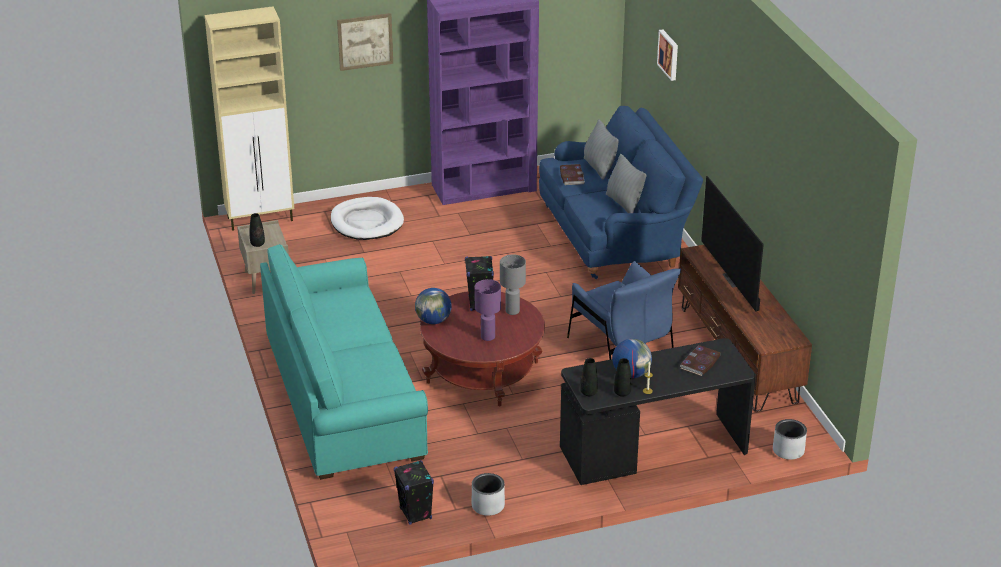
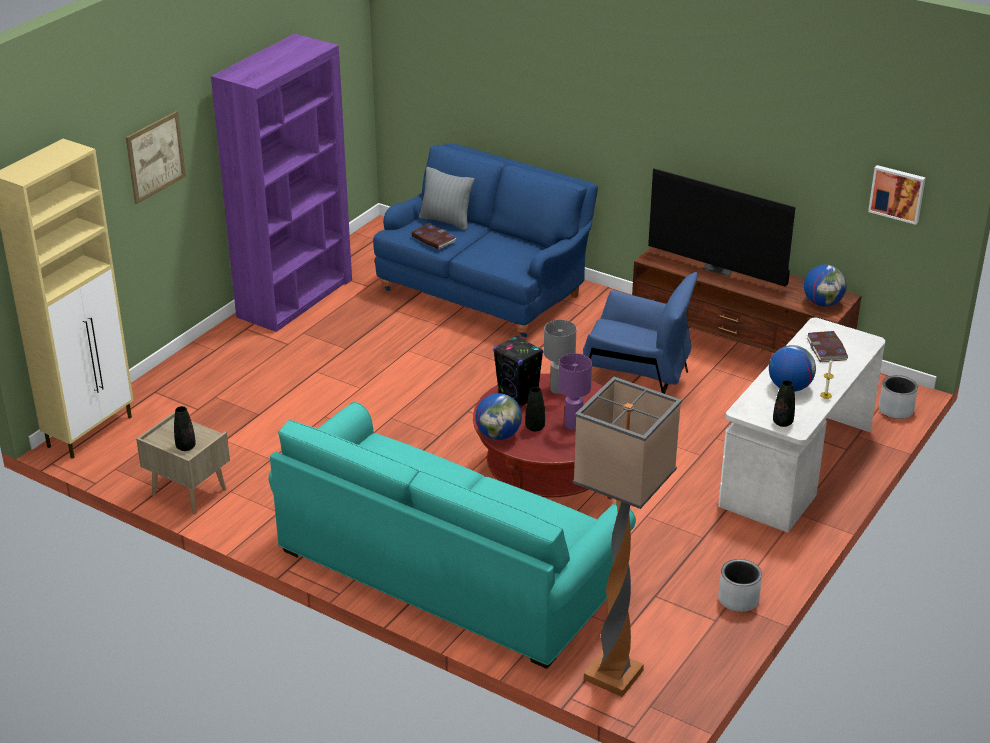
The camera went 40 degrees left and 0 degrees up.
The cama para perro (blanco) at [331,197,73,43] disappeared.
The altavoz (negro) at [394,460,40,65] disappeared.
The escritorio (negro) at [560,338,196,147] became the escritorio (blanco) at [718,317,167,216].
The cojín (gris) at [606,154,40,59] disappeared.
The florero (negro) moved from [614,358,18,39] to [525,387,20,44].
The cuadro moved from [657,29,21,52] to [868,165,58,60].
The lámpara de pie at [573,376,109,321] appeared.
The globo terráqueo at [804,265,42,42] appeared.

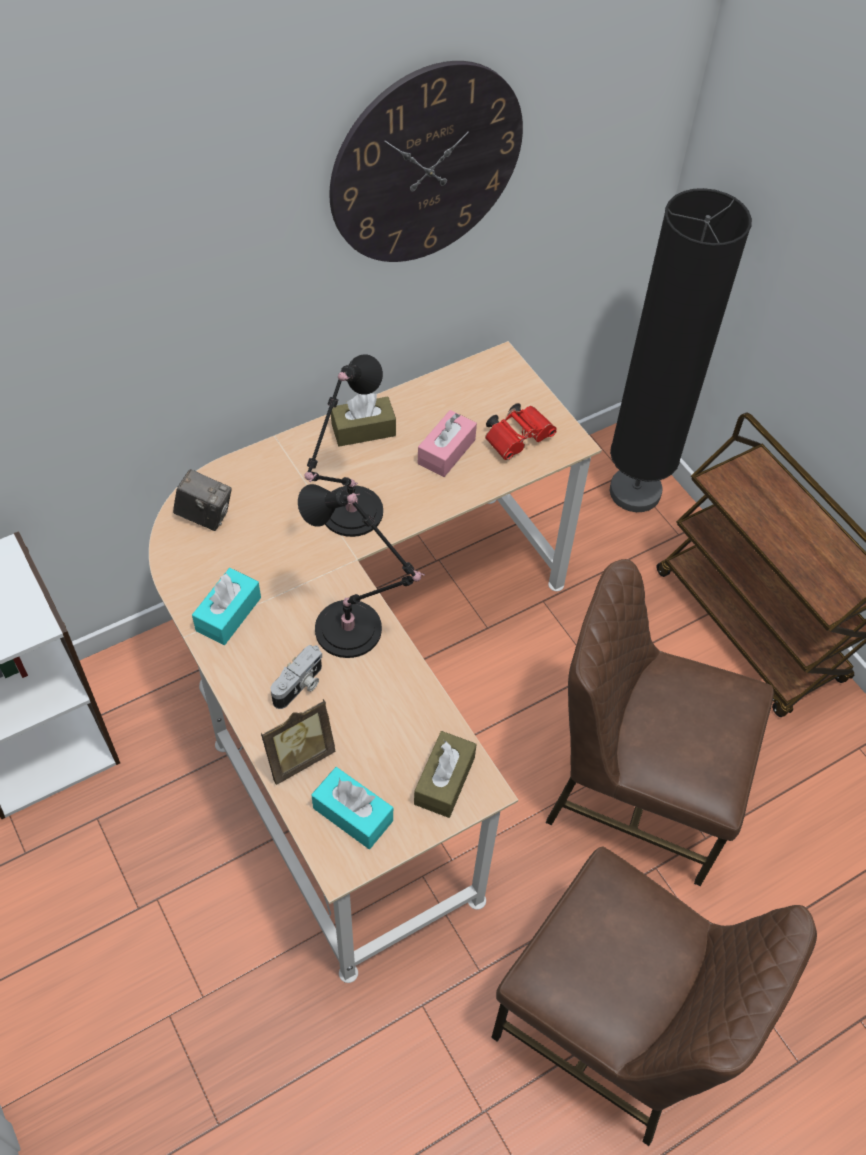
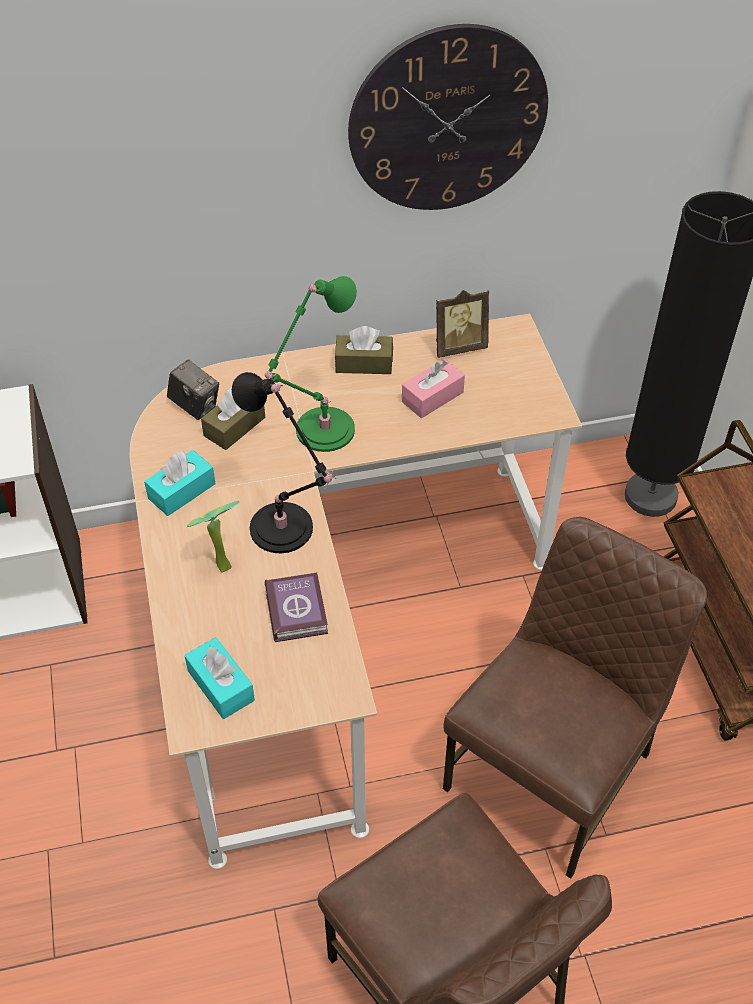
The camera went 20 degrees right and 5 degrees down.
The portarretratos moved from [261,699,74,86] to [436,290,53,68].
The cámara at [271,645,51,64] was replaced by the planta en maceta at [187,501,52,72].
The lámpara de mesa (negro) at [304,354,79,183] became the lámpara de mesa (verde) at [265,276,92,176].
The caja de pañuelos (marrón) moved from [414,731,63,87] to [201,388,64,62].
The prismáticos (rojo) at [485,403,72,57] disappeared.
The silla (marrón) at [546,559,228,327] turned 90 degrees clockwise.
The libro at [265,573,63,69] appeared.

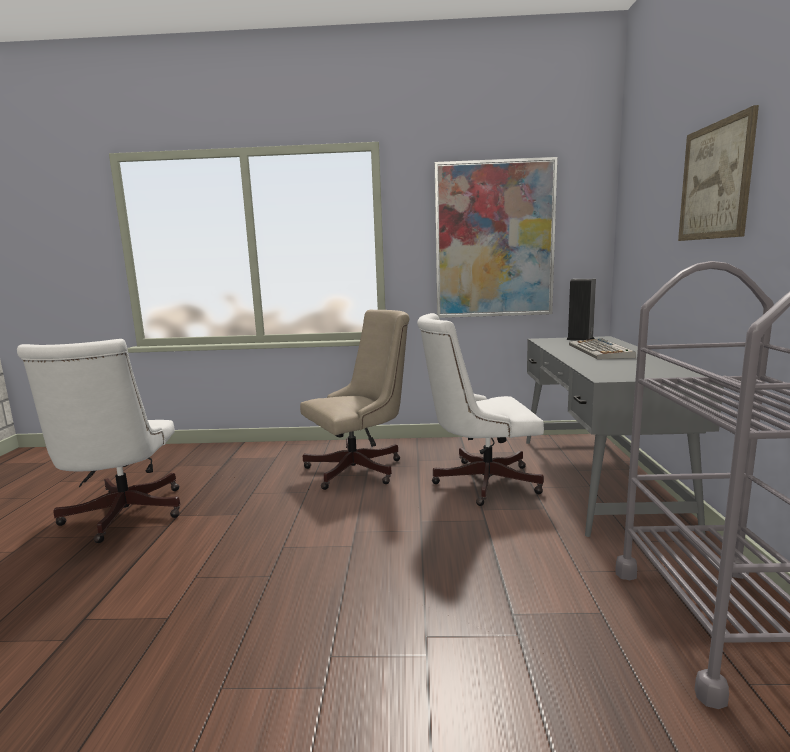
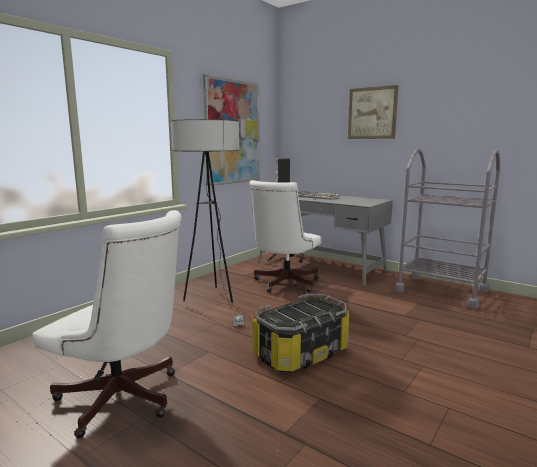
The camera went 55 degrees left and 0 degrees up.
The silla de oficina (beis) at [300,310,110,180] was replaced by the lámpara de pie at [171,119,74,207].
The caja de almacenaje at [253,293,96,80] appeared.

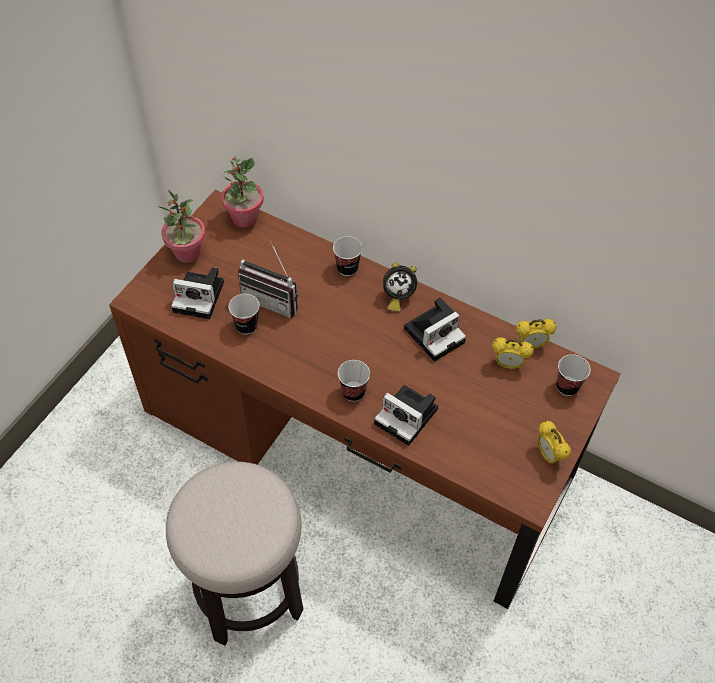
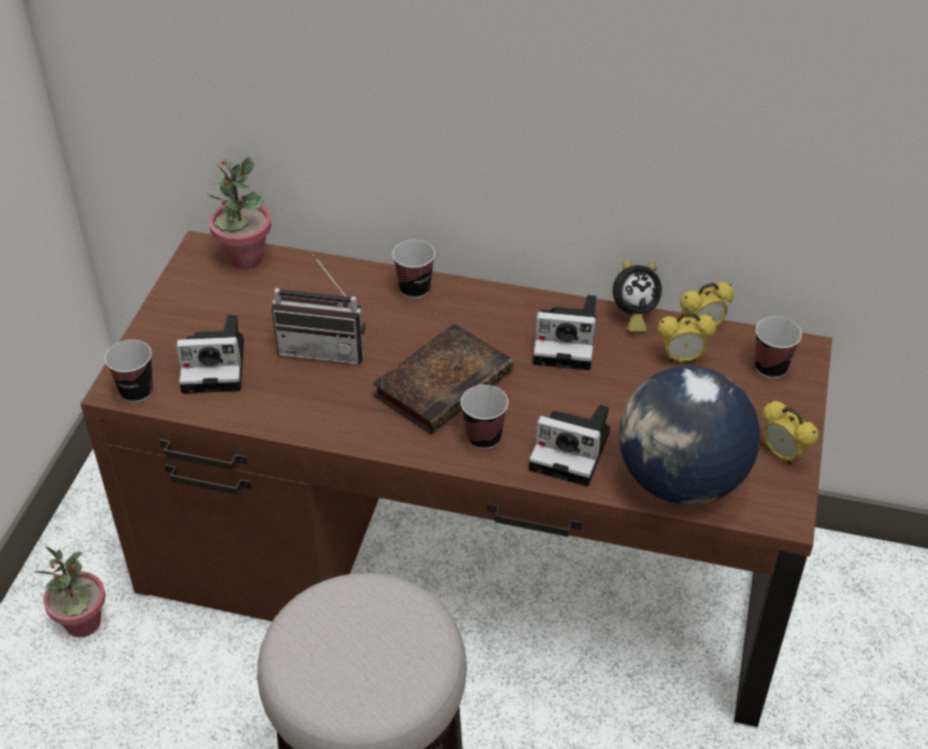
The camera went 15 degrees left and 10 degrees down.
The planta en maceta moved from [157,190,48,73] to [35,546,71,91].
The taza moved from [228,294,32,40] to [105,340,48,62].
The despertador moved from [383,262,34,50] to [613,261,49,71].
The cámara at [404,297,62,64] turned 60 degrees clockwise.
The libro at [373,324,140,110] appeared.
The globo terráqueo at [619,366,141,139] appeared.

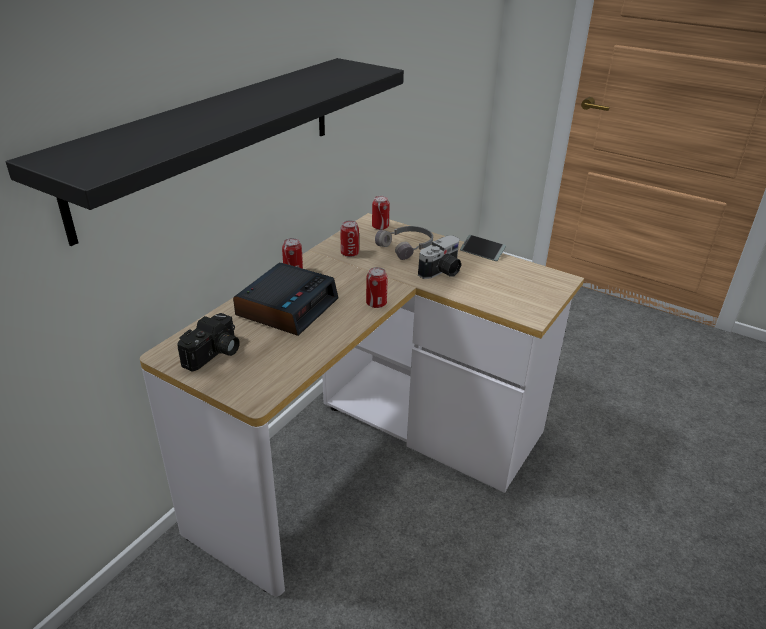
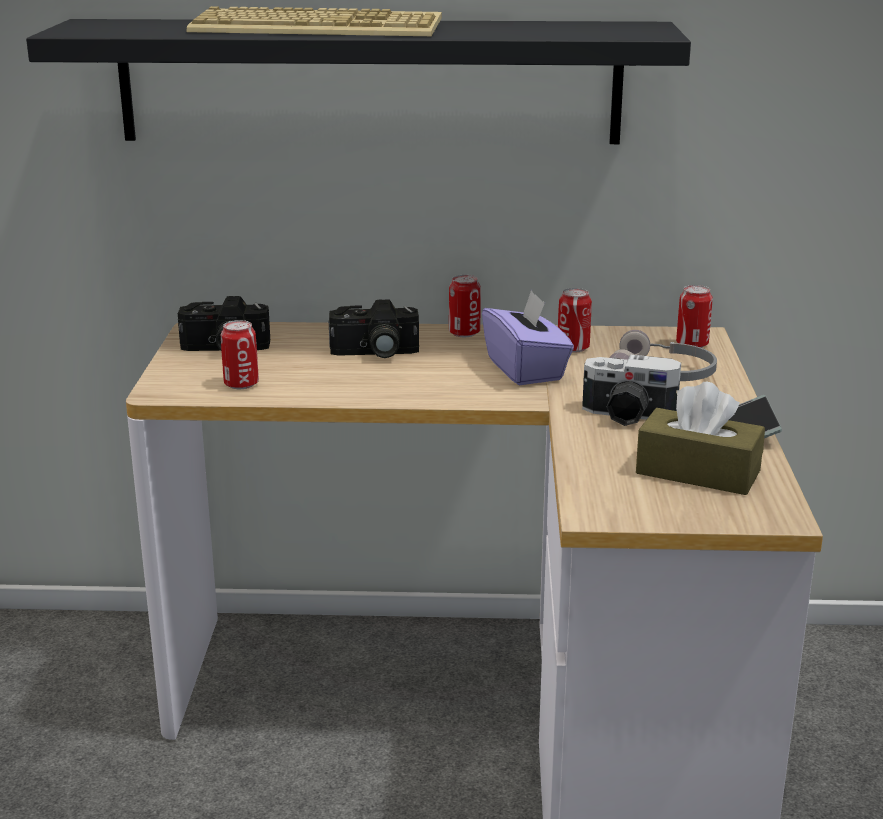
The camera went 60 degrees right and 10 degrees down.
The despertador at [233,263,105,73] was replaced by the cámara at [329,299,90,59].
The lata moved from [366,267,21,41] to [221,320,38,69].
The teclado at [187,6,255,30] appeared.
The caja de pañuelos (morado) at [482,290,92,95] appeared.
The caja de pañuelos (marrón) at [636,382,129,113] appeared.

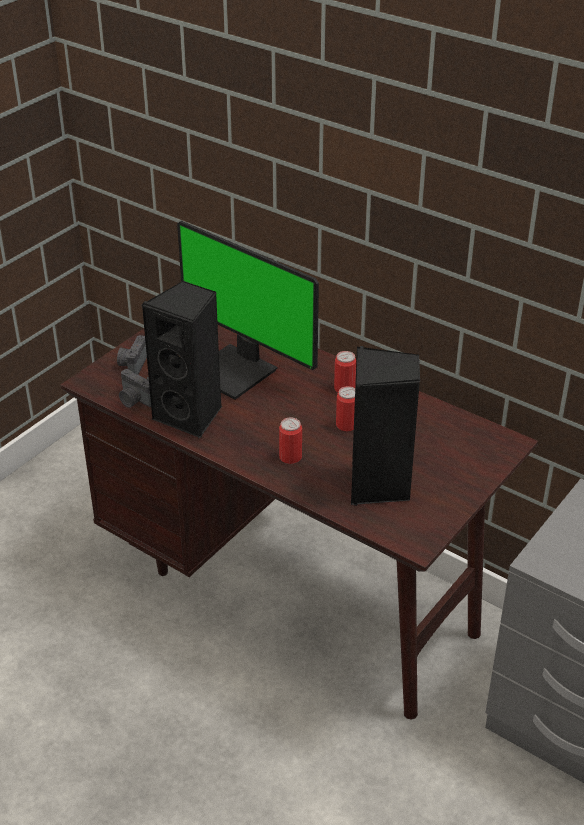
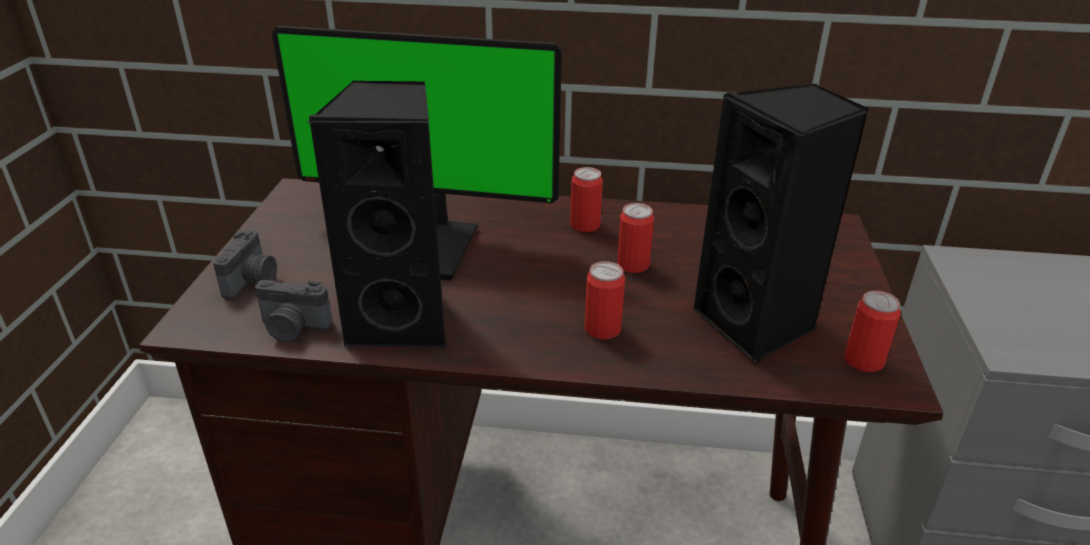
The camera went 30 degrees left and 5 degrees down.
The cámara at [117,335,30,39] turned 150 degrees counterclockwise.
The lata at [844,291,56,81] appeared.

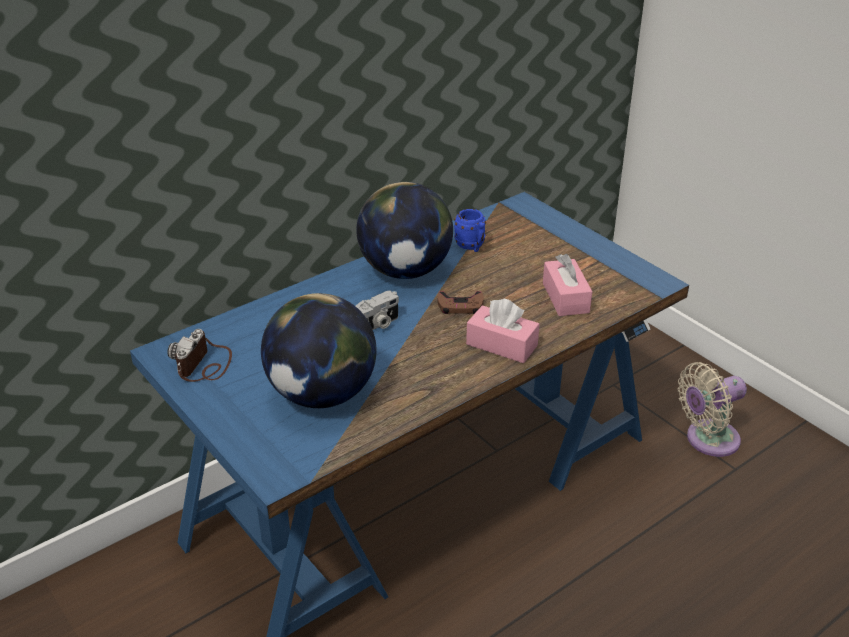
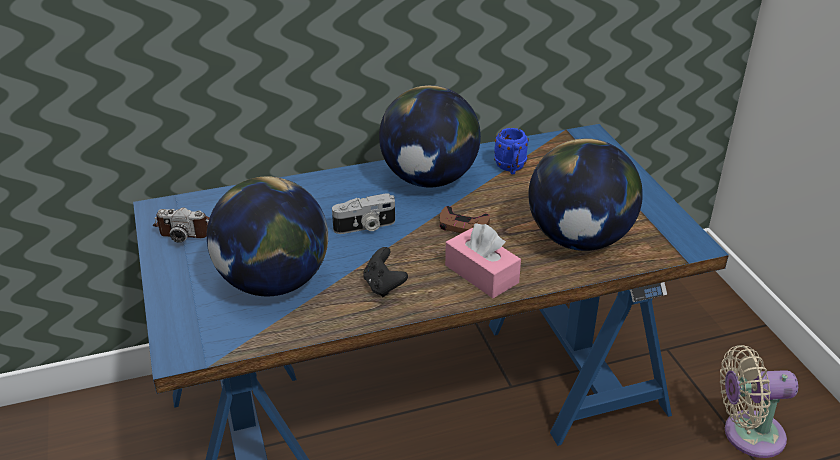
The camera went 20 degrees right and 0 degrees up.
The cámara at [167,329,65,53] turned 120 degrees counterclockwise.
The caja de pañuelos (rosa) at [543,254,49,62] was replaced by the globo terráqueo at [528,138,115,113].
The mando de consola (negro) at [363,247,45,50] appeared.

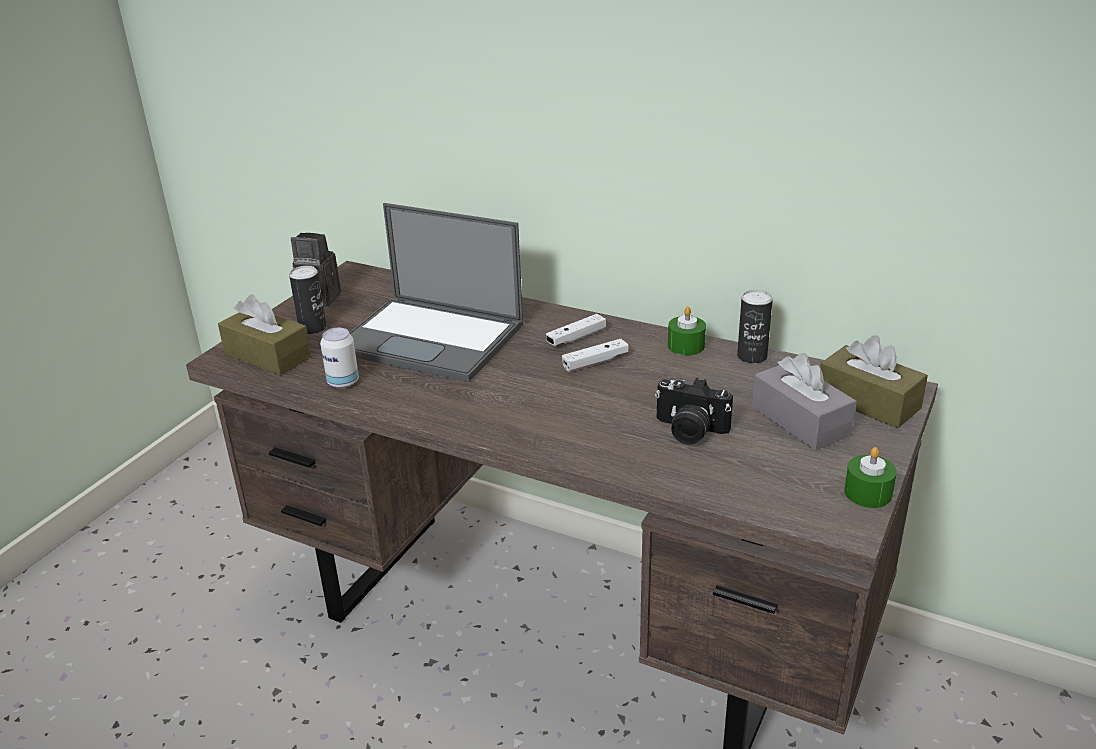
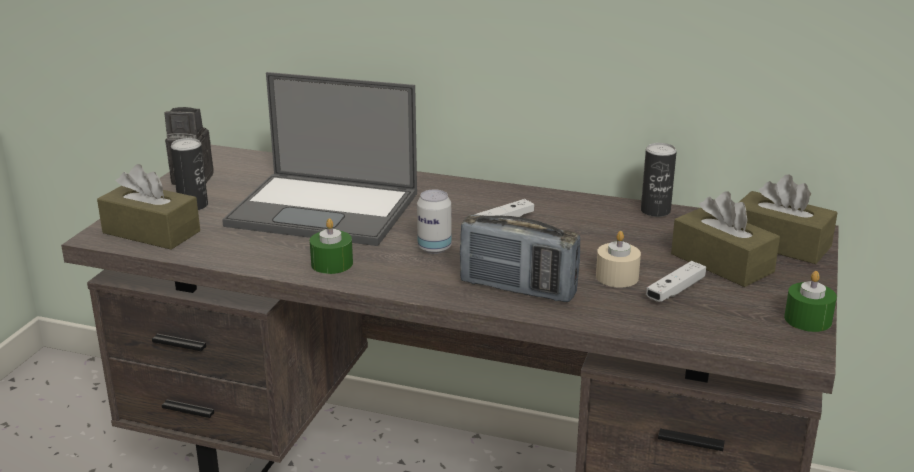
The camera went 10 degrees left and 5 degrees down.
The lata moved from [320,328,39,60] to [417,189,34,65].
The mando de consola (blanco) moved from [546,314,60,32] to [646,261,60,41].
The cámara at [655,378,78,67] was replaced by the vela (beis) at [596,231,45,57].
The vela (verde) moved from [668,306,38,49] to [310,218,43,56].
The caja de pañuelos (gris) at [752,353,105,98] became the caja de pañuelos (marrón) at [671,191,109,96].
The radio at [460,214,121,88] appeared.

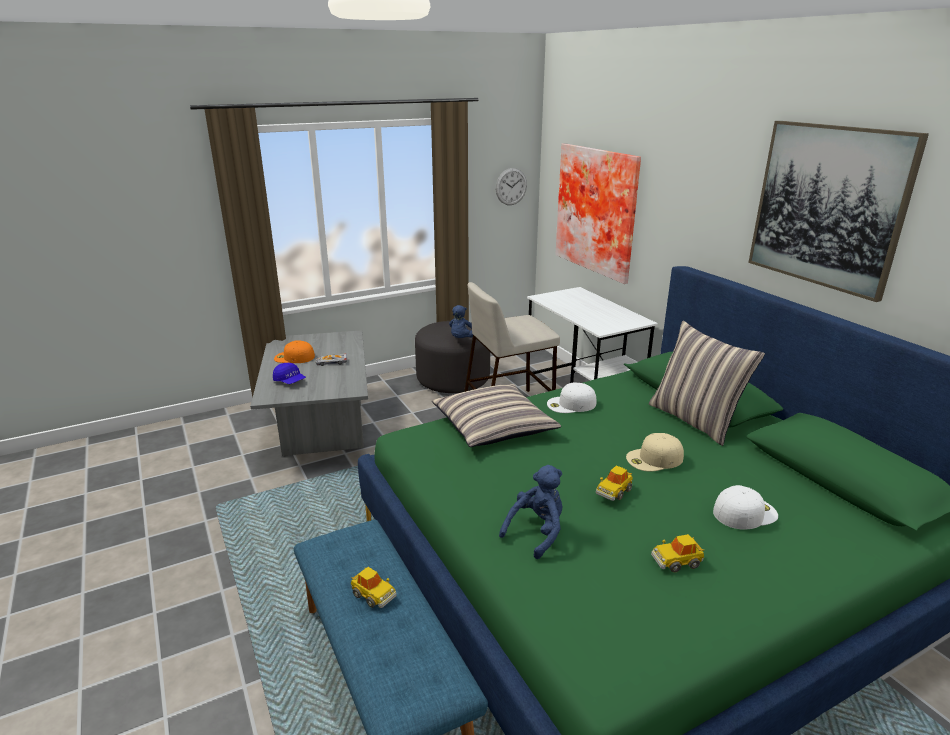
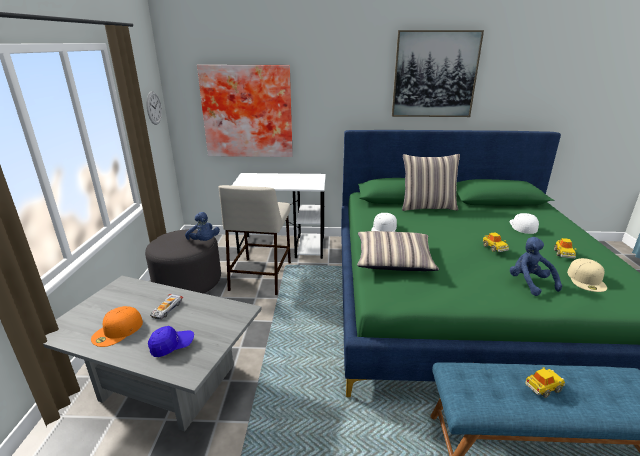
The camera went 60 degrees left and 0 degrees up.
The gorra (beis) moved from [626,433,58,38] to [567,258,40,34].

